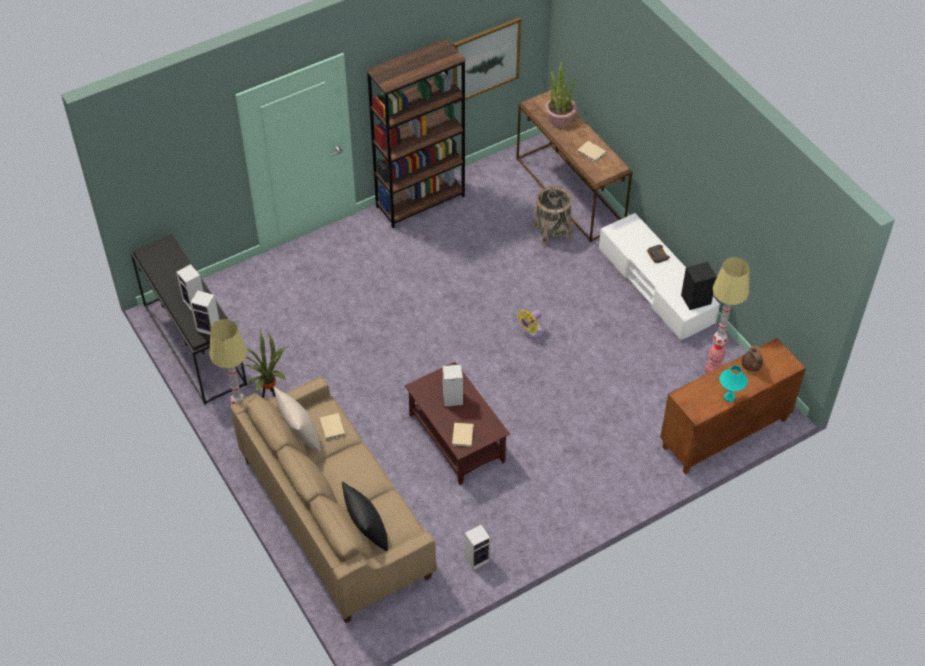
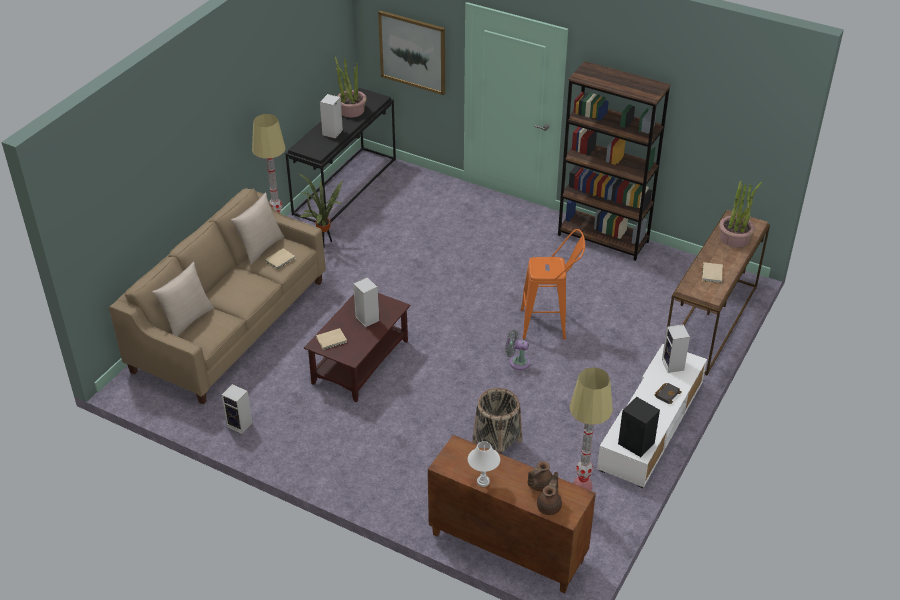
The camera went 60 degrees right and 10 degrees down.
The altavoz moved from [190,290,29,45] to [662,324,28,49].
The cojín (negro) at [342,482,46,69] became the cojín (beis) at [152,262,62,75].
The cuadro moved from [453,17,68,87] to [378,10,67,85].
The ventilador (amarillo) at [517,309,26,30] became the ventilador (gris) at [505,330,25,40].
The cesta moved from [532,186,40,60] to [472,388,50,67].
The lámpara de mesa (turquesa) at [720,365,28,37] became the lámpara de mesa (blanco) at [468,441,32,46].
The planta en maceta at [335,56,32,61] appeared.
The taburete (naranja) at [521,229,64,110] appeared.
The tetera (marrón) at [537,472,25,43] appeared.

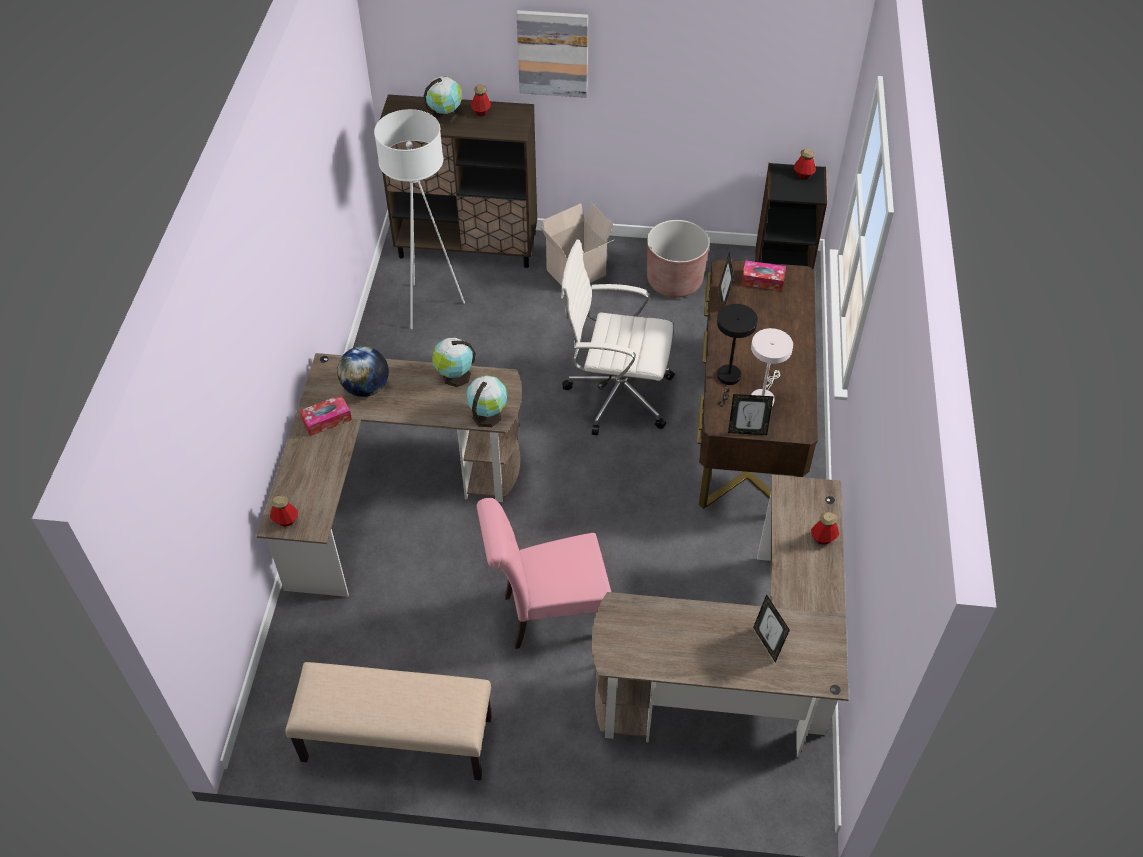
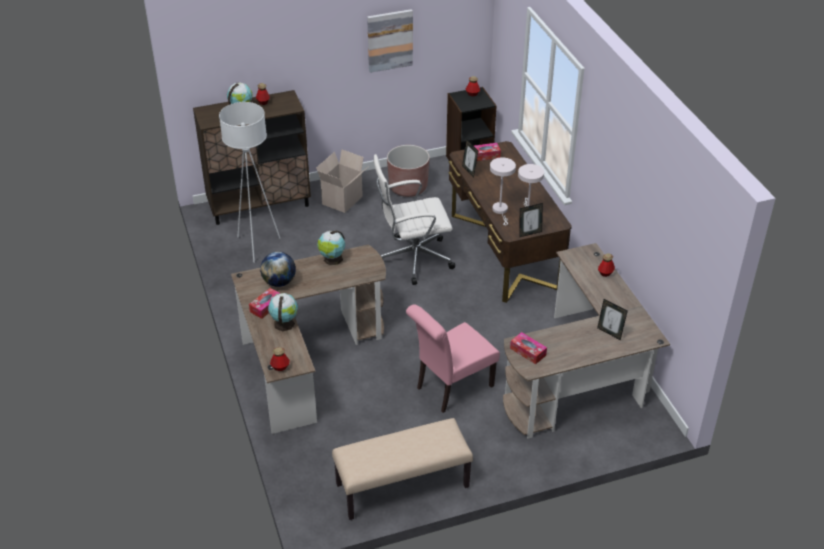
The camera went 25 degrees left and 10 degrees down.
The globo terráqueo moved from [467,375,40,52] to [268,293,30,39].
The cuadro moved from [517,10,71,88] to [367,9,46,64].
The lámpara de mesa (negro) at [717,304,41,102] became the lámpara de mesa (blanco) at [490,157,26,69].
The caja de pañuelos at [510,332,37,32] appeared.

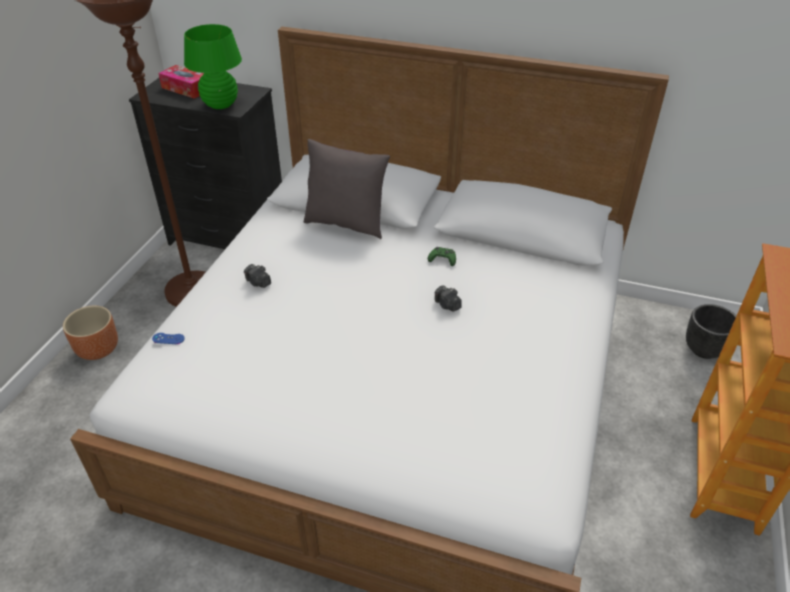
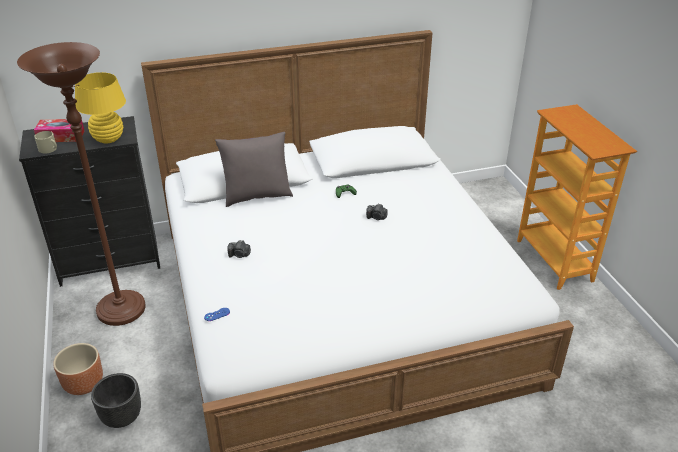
The camera went 35 degrees left and 5 degrees down.
The lámpara de mesa (verde) at [184,24,58,85] became the lámpara de mesa (amarillo) at [75,72,51,71].
The maceta (negro) moved from [686,304,50,55] to [91,373,50,55].
The taza grande (beis) at [34,131,23,22] appeared.

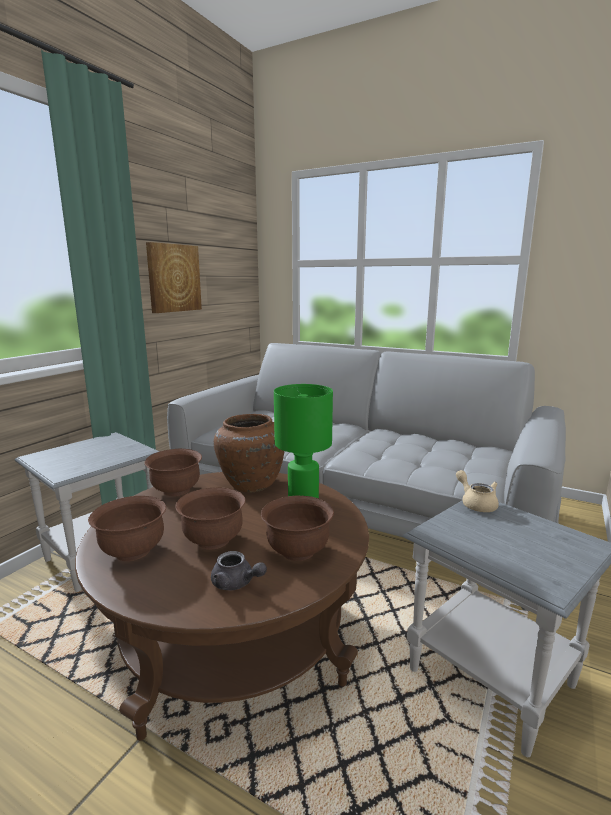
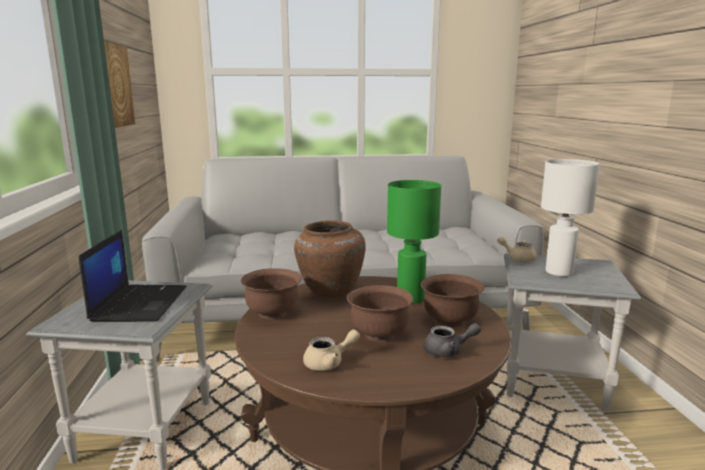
The camera went 35 degrees left and 0 degrees up.
The cuenco (marrón) at [88,496,78,65] was replaced by the tetera (beis) at [303,330,57,41].
The portátil at [79,230,108,92] appeared.
The lámpara de mesa (blanco) at [541,159,59,117] appeared.

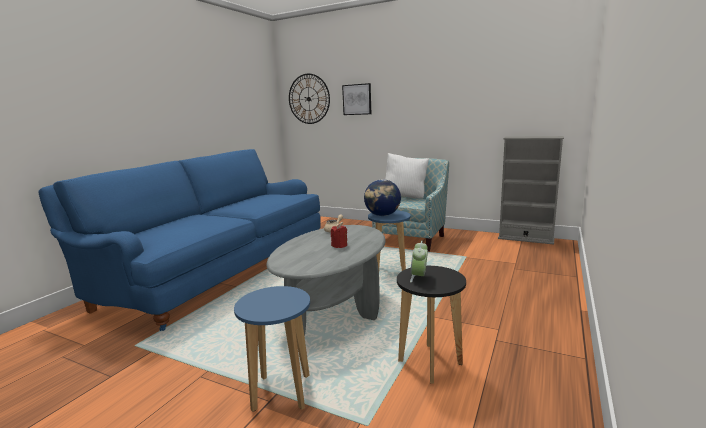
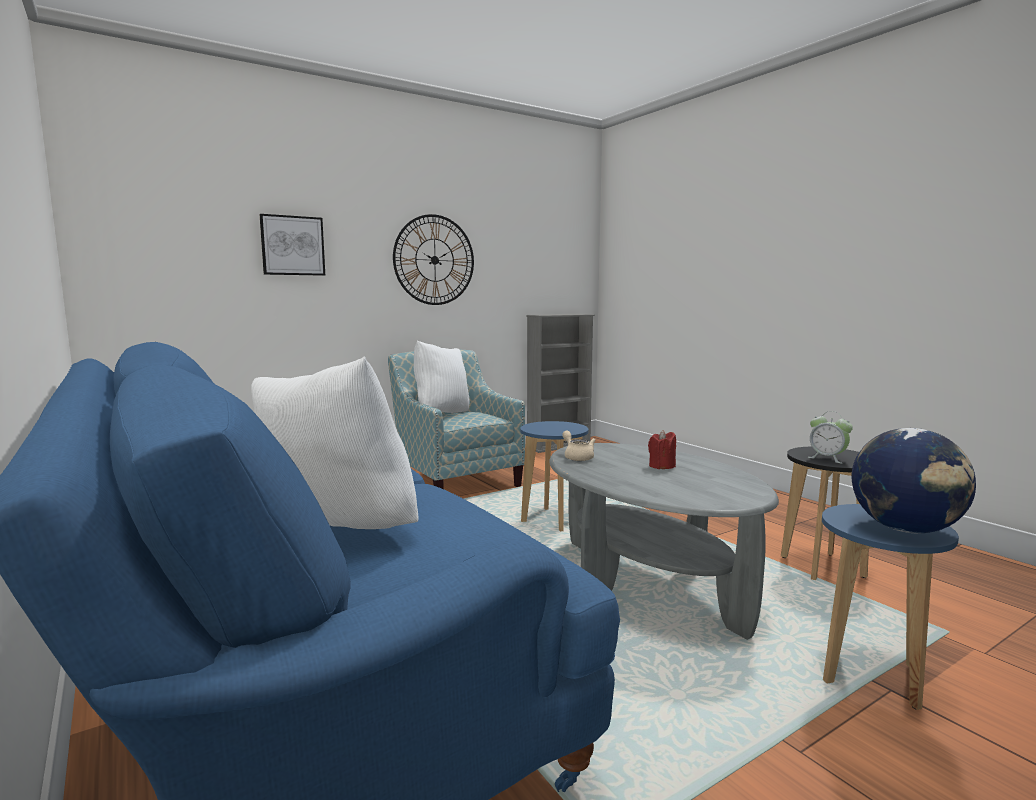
The camera went 60 degrees left and 5 degrees down.
The reloj de pared moved from [289,74,41,50] to [393,214,81,91].
The globo terráqueo moved from [364,179,37,37] to [852,428,124,106].
The cojín (blanco) at [251,356,168,173] appeared.

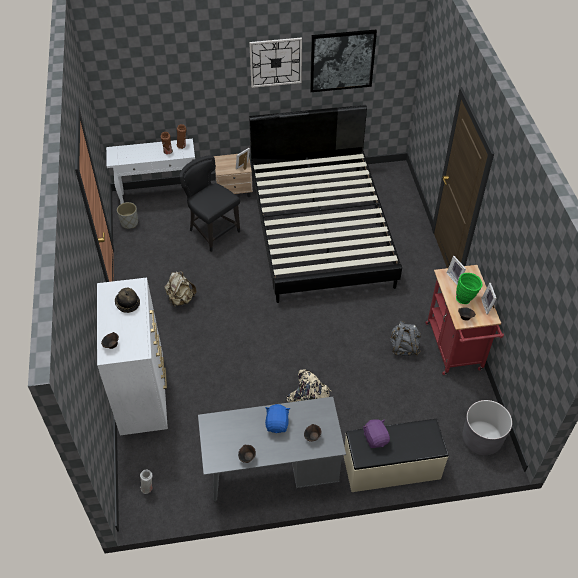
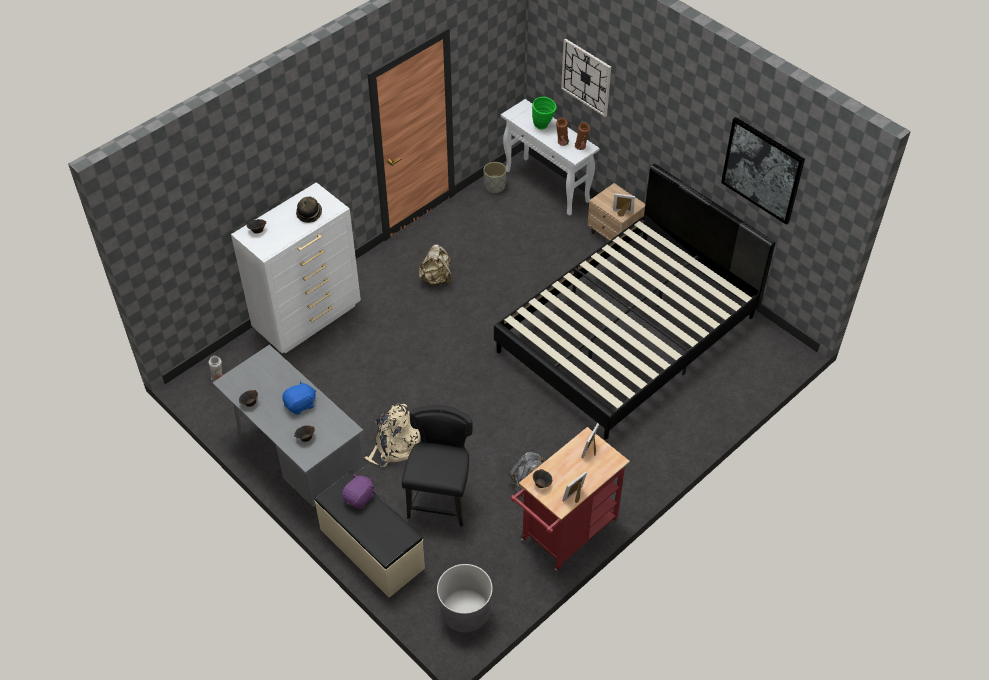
The camera went 55 degrees right and 0 degrees up.
The silla (negro) moved from [179,155,61,97] to [402,405,71,122].
The reloj de pared moved from [249,37,53,51] to [561,39,50,78].
The florero (verde) moved from [456,273,27,31] to [532,97,25,32].

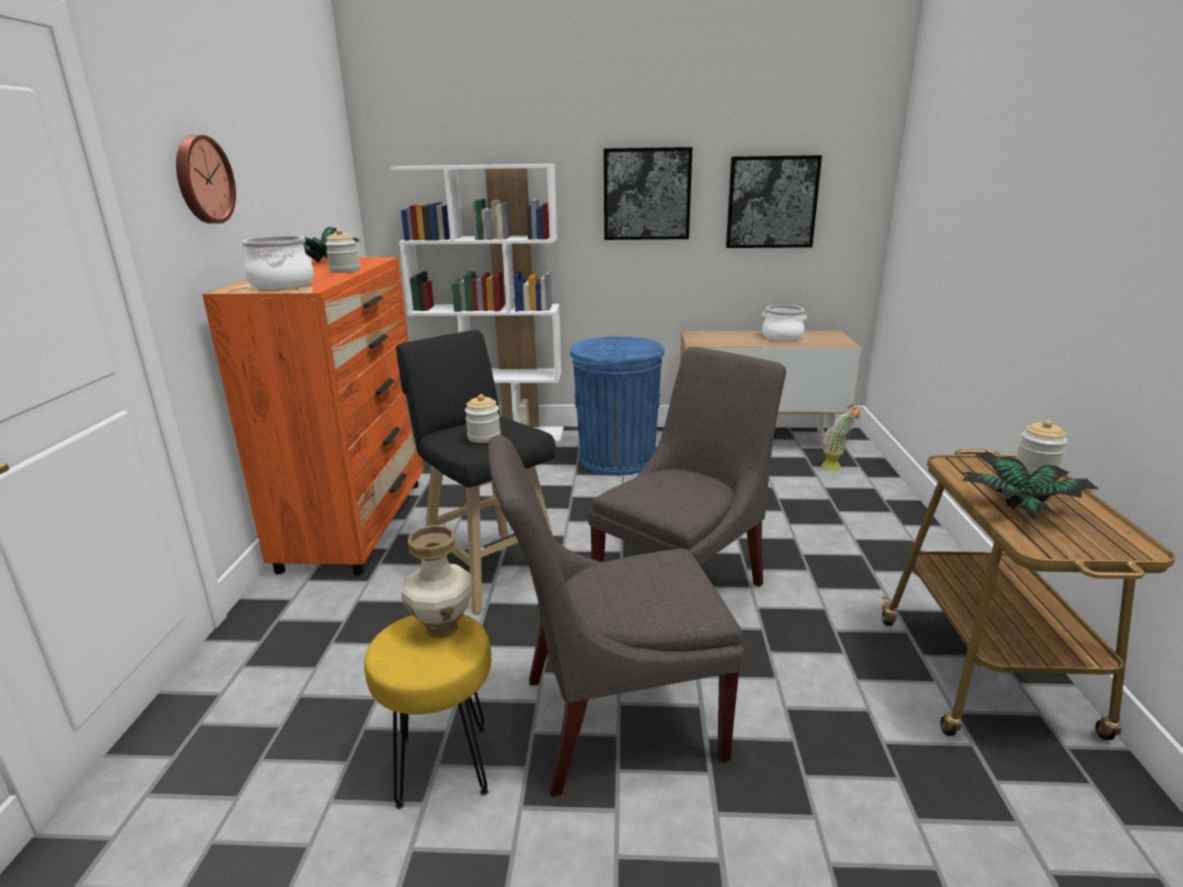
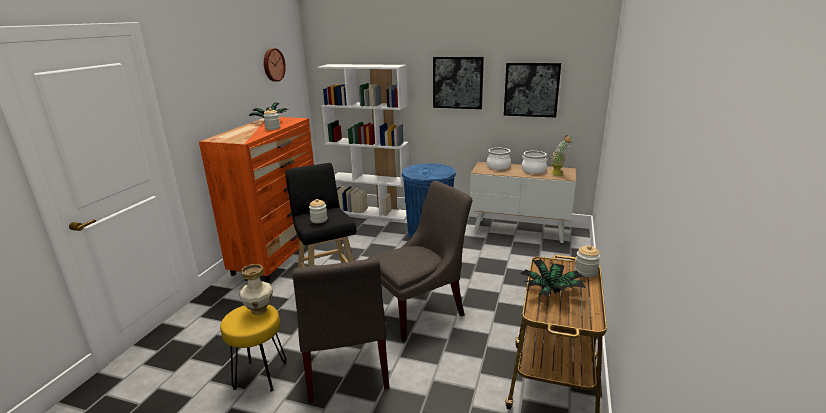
The camera went 15 degrees right and 0 degrees up.
The reloj de pared moved from [176,135,60,89] to [264,48,22,34].
The olla moved from [242,236,72,54] to [487,148,24,22].
The silla (gris) at [488,435,256,362] turned 105 degrees counterclockwise.
The planta en maceta moved from [821,405,40,66] to [551,135,21,40].

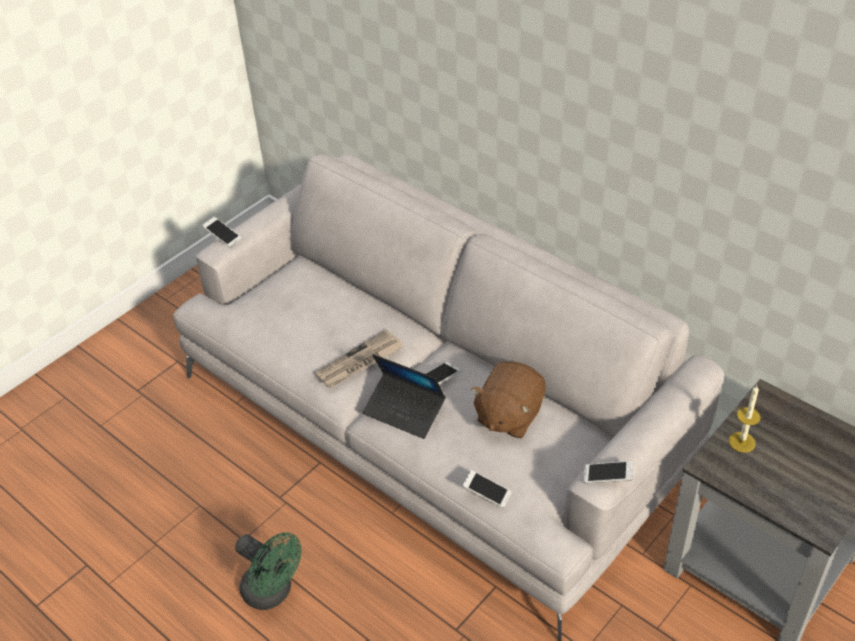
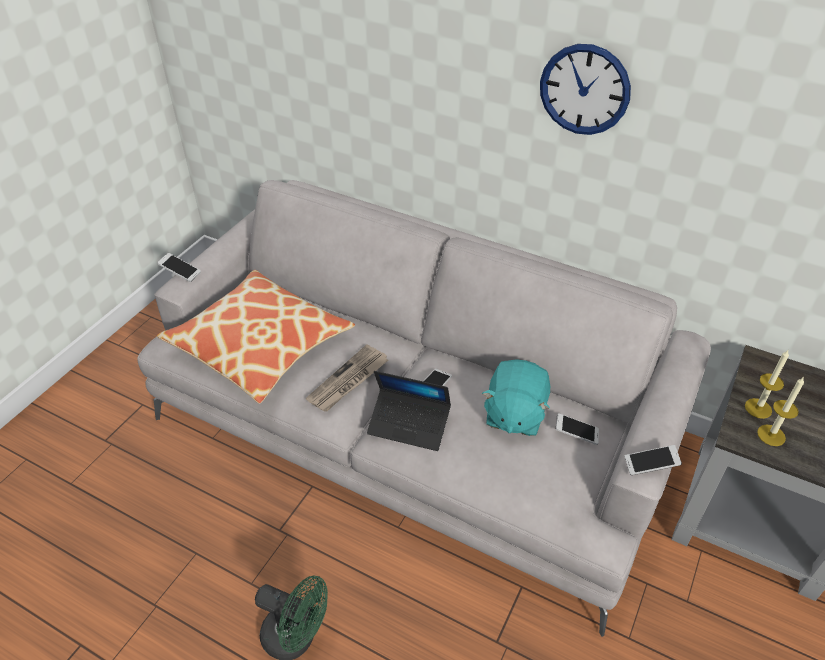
The camera went 15 degrees left and 0 degrees up.
The móvil moved from [463,470,48,38] to [556,413,43,32].
The peluche (marrón) at [471,362,75,76] became the peluche (turquesa) at [482,359,68,77].
The cojín at [157,270,198,134] appeared.
The reloj de pared at [540,44,91,91] appeared.
The vela at [757,377,47,69] appeared.

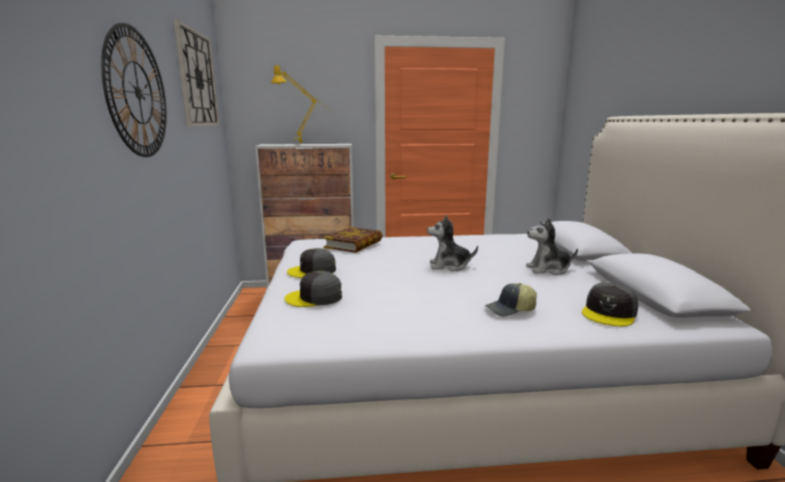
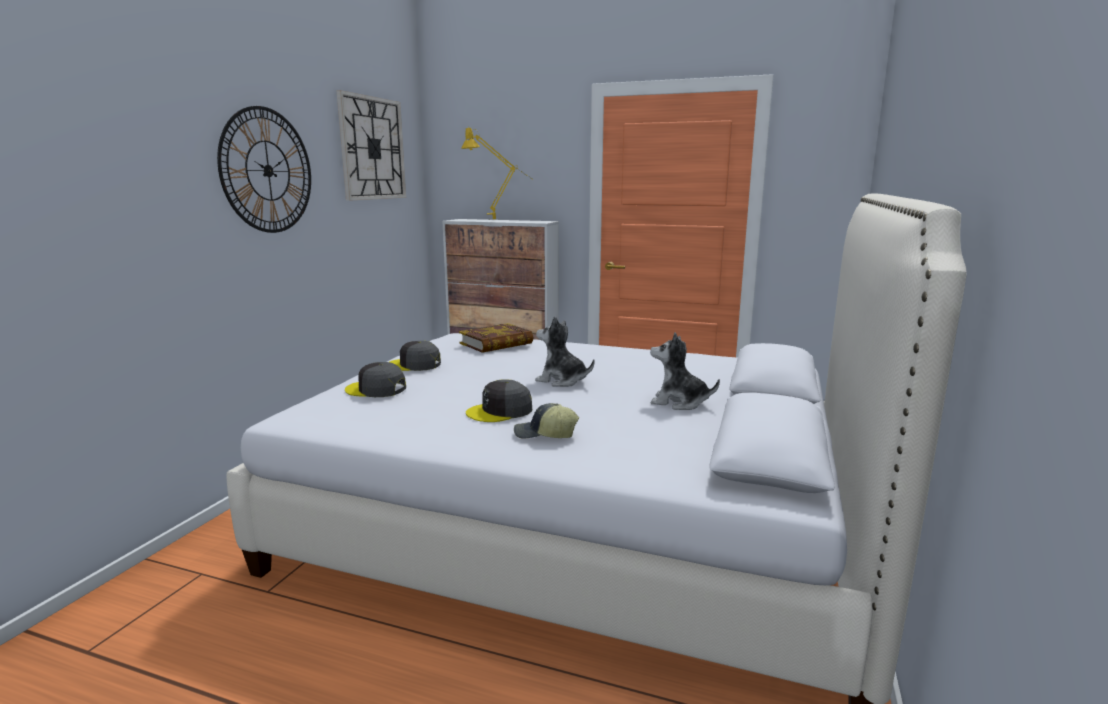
The camera went 25 degrees right and 0 degrees up.
The gorra (gris) moved from [582,283,57,43] to [466,379,66,43].

